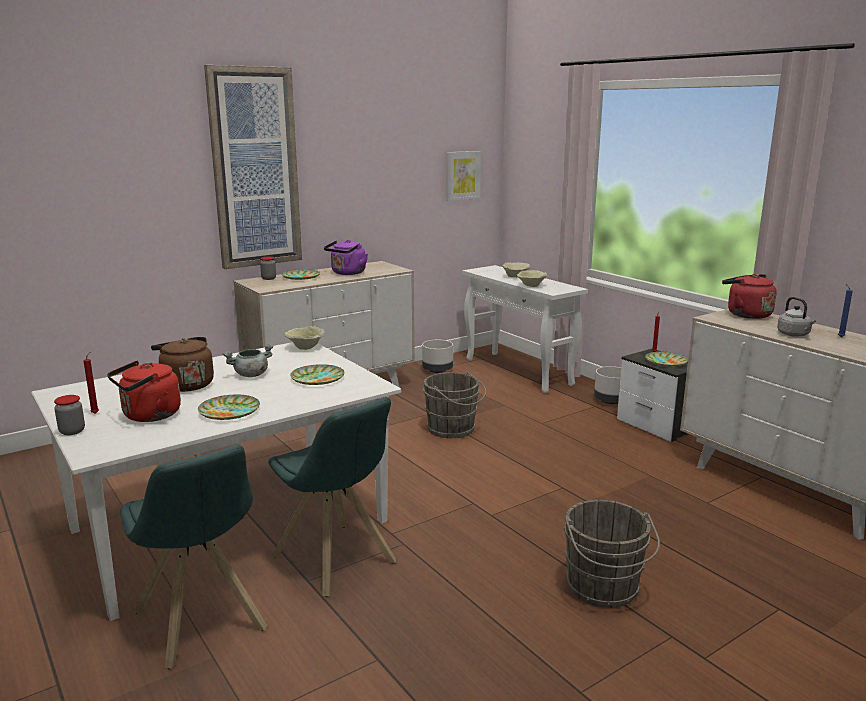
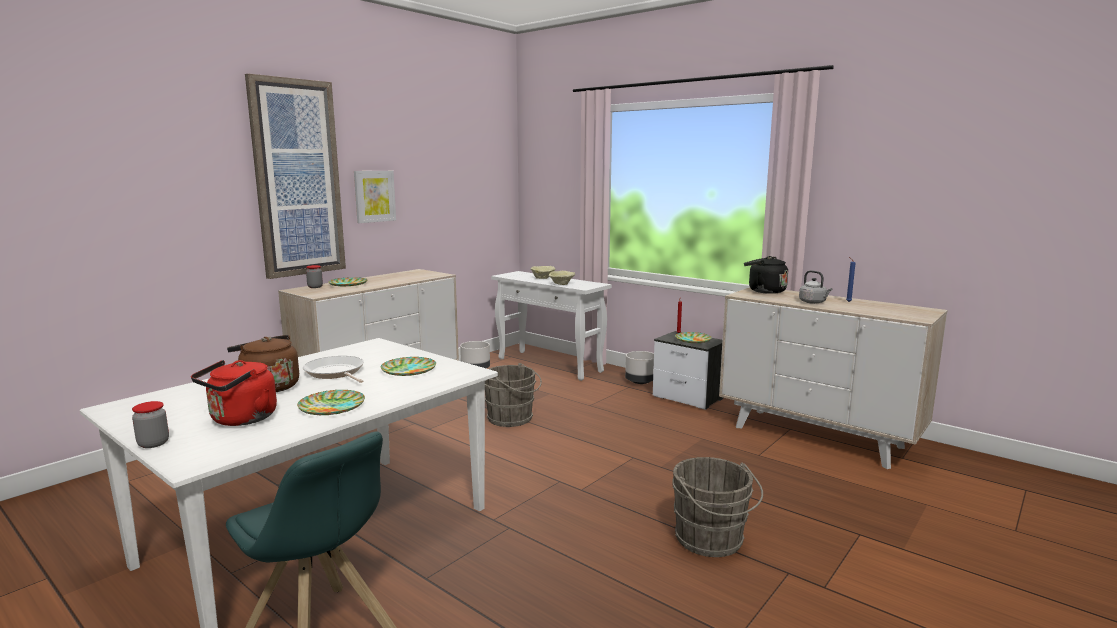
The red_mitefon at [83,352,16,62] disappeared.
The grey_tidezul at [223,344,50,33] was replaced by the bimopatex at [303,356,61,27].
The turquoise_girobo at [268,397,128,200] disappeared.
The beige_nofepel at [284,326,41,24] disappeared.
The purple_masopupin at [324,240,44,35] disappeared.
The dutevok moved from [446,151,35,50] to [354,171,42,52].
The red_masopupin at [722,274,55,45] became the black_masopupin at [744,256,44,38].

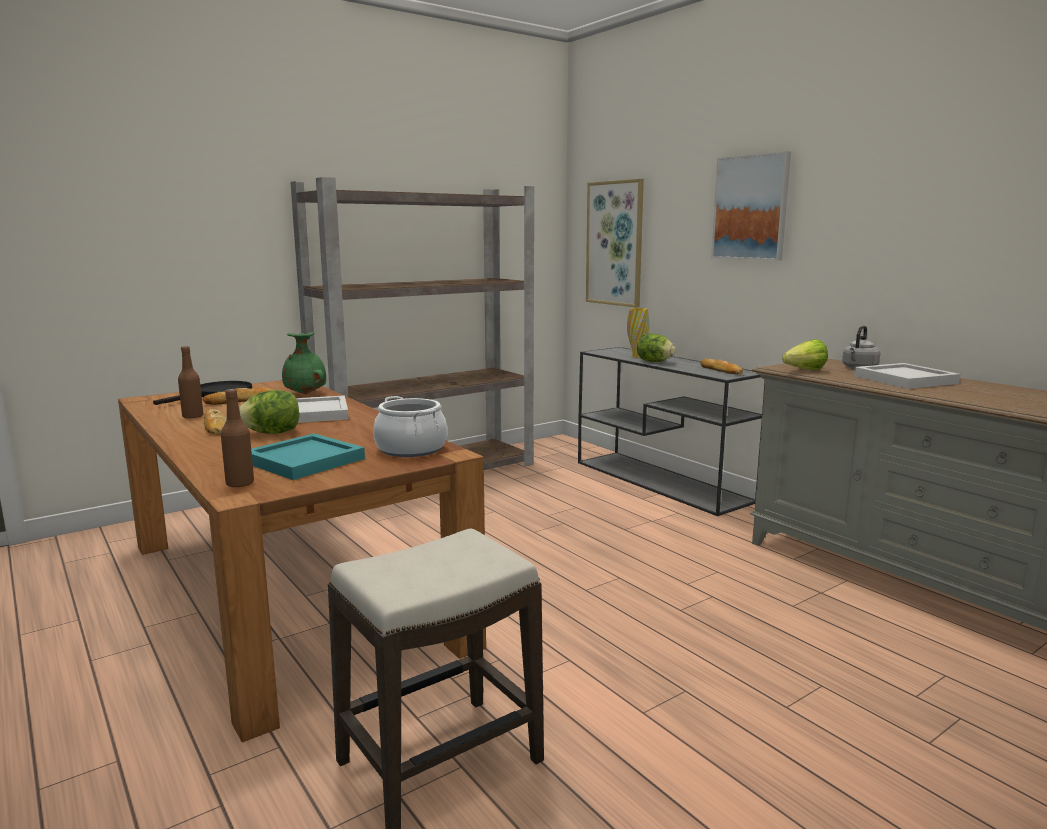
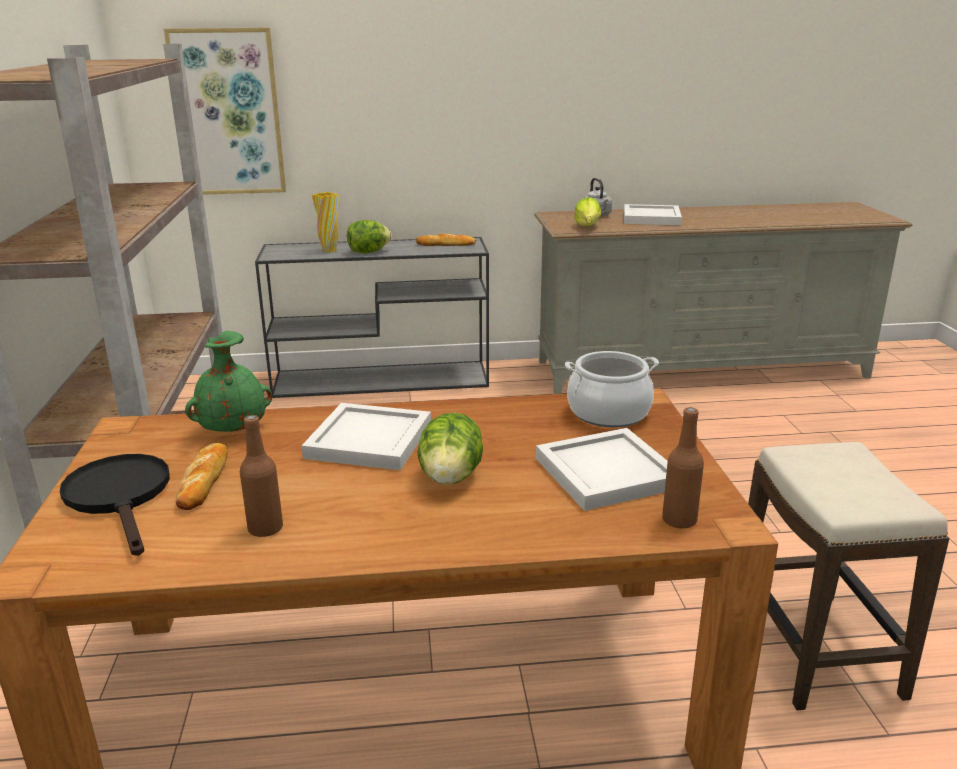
The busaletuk at [204,409,23,26] disappeared.
The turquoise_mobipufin at [251,433,114,47] became the white_mobipufin at [536,428,132,83].
The dutevok at [711,151,80,109] disappeared.

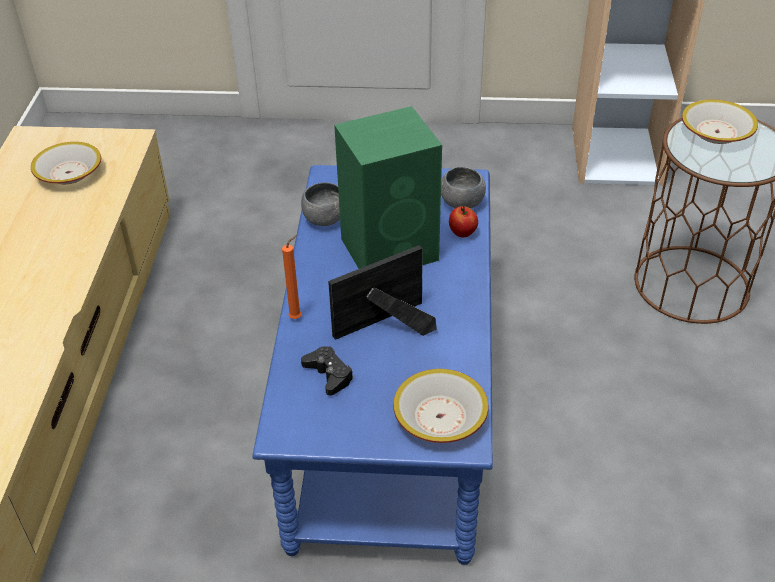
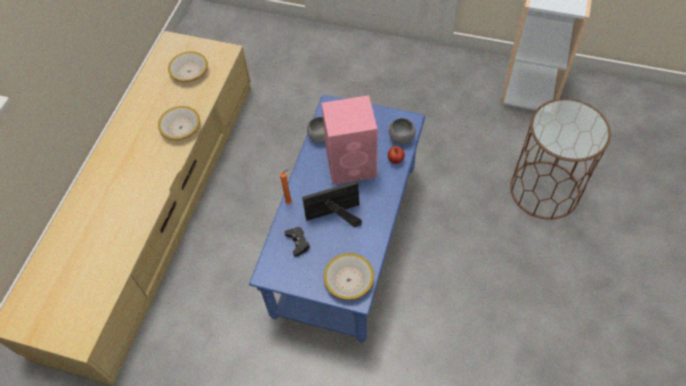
The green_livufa at [334,106,108,163] became the pink_livufa at [321,95,57,90].
The nofepel moved from [682,99,76,45] to [158,106,42,34].

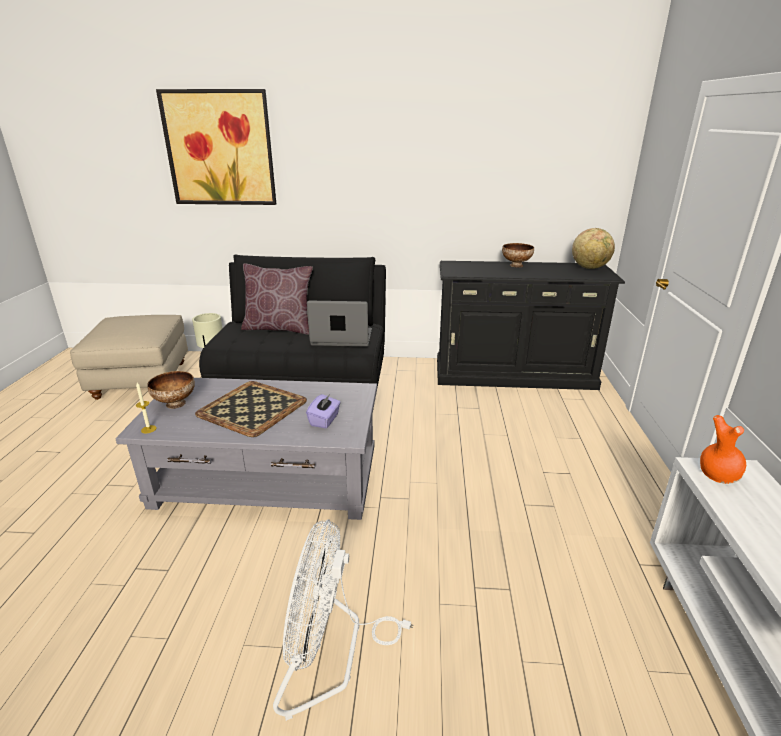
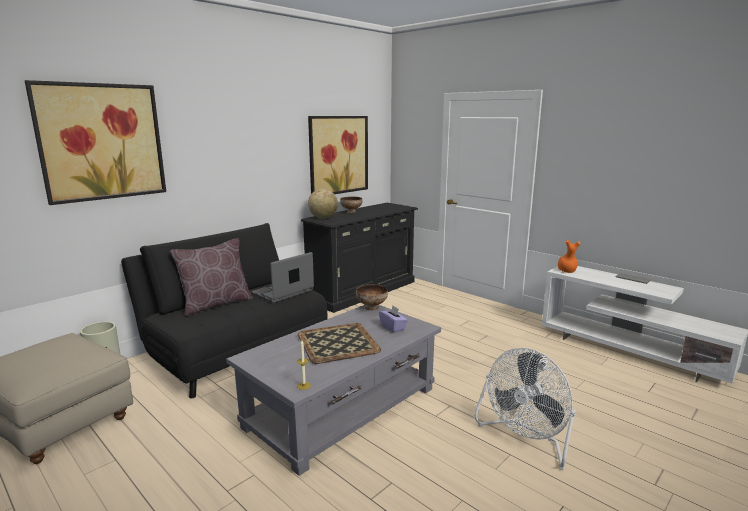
The nofepel moved from [147,371,48,38] to [356,284,32,27].
The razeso moved from [572,228,43,41] to [308,189,30,30].
The dutevok at [308,116,60,78] appeared.

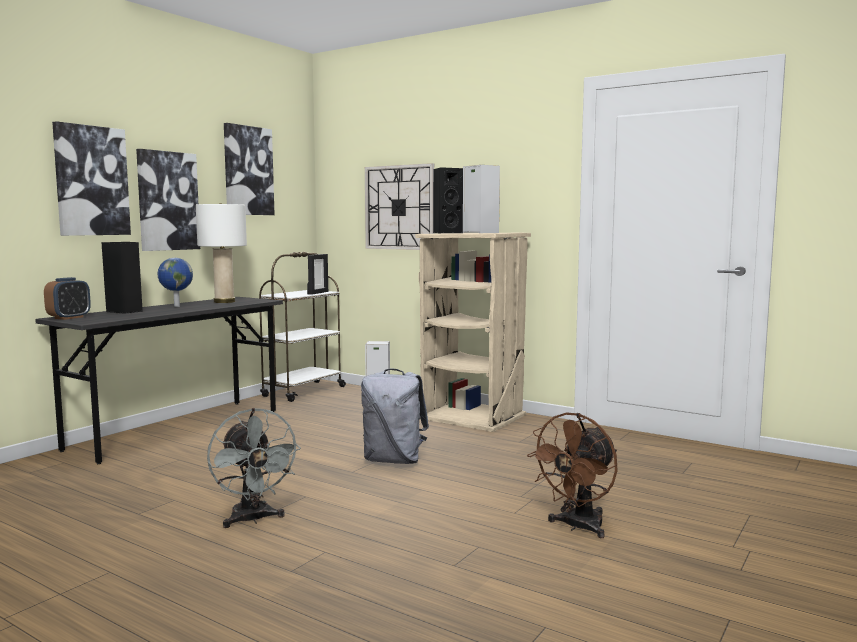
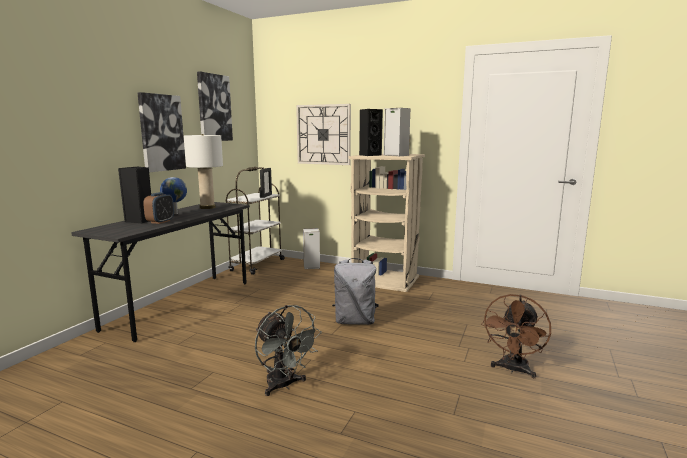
The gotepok moved from [44,277,47,43] to [143,192,31,32].
The dutevok at [52,121,79,115] disappeared.

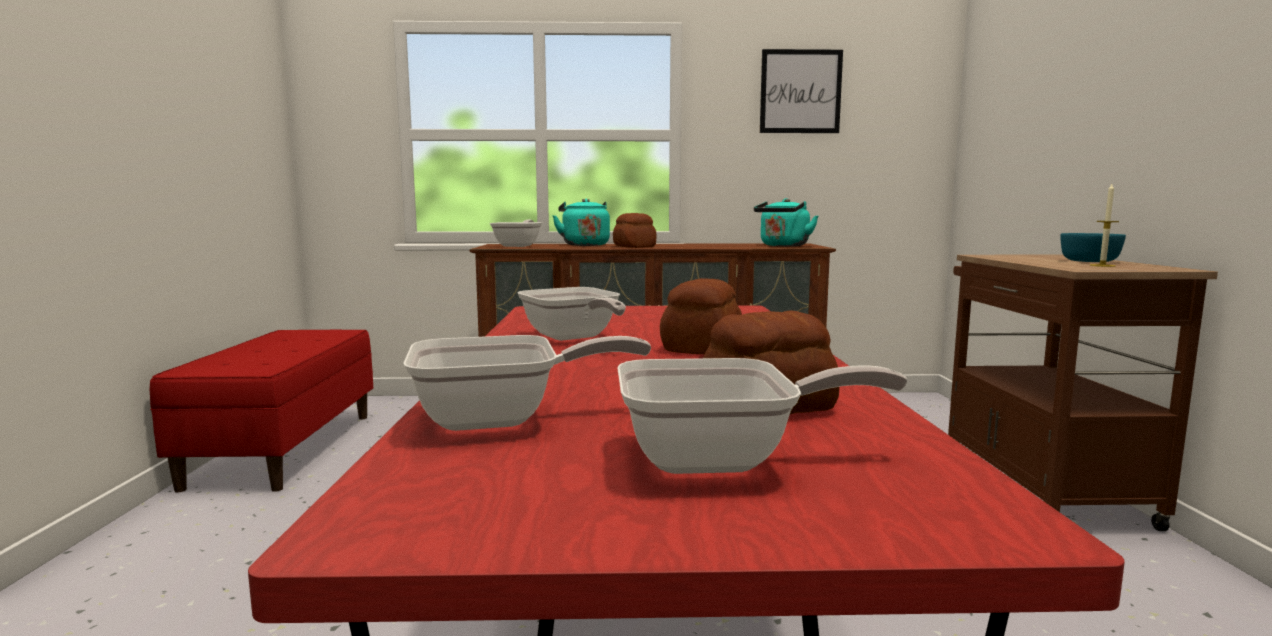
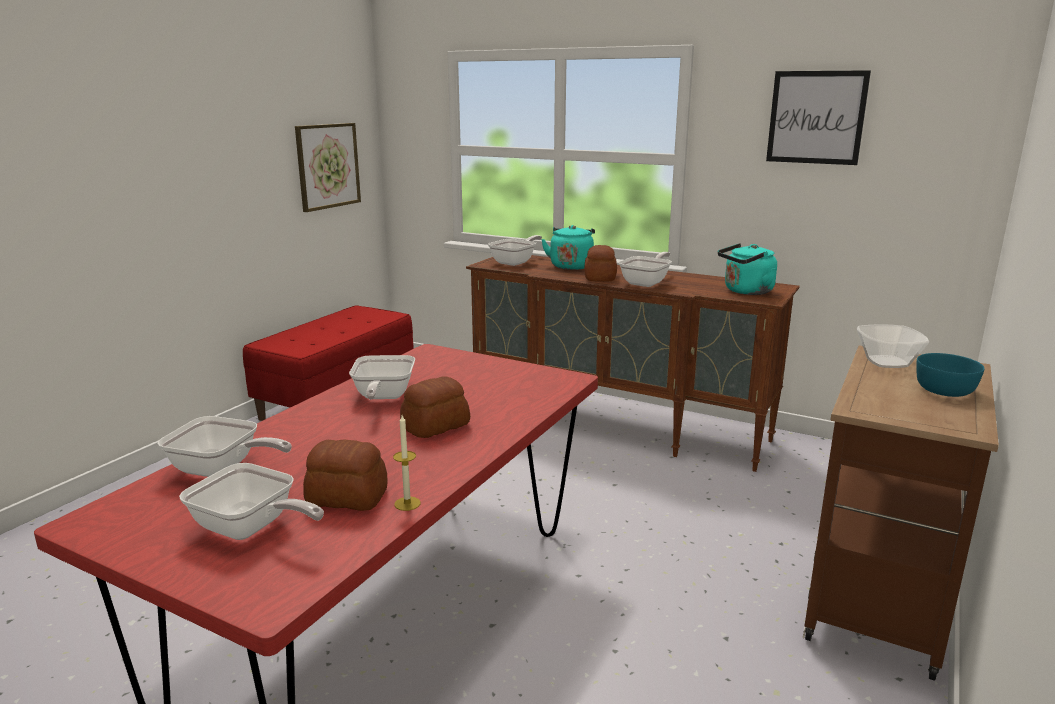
The mitefon moved from [1090,184,29,83] to [393,415,28,96].
The dutevok at [295,123,66,89] appeared.
The bimopatex at [619,252,53,35] appeared.
The nofepel at [857,324,72,44] appeared.

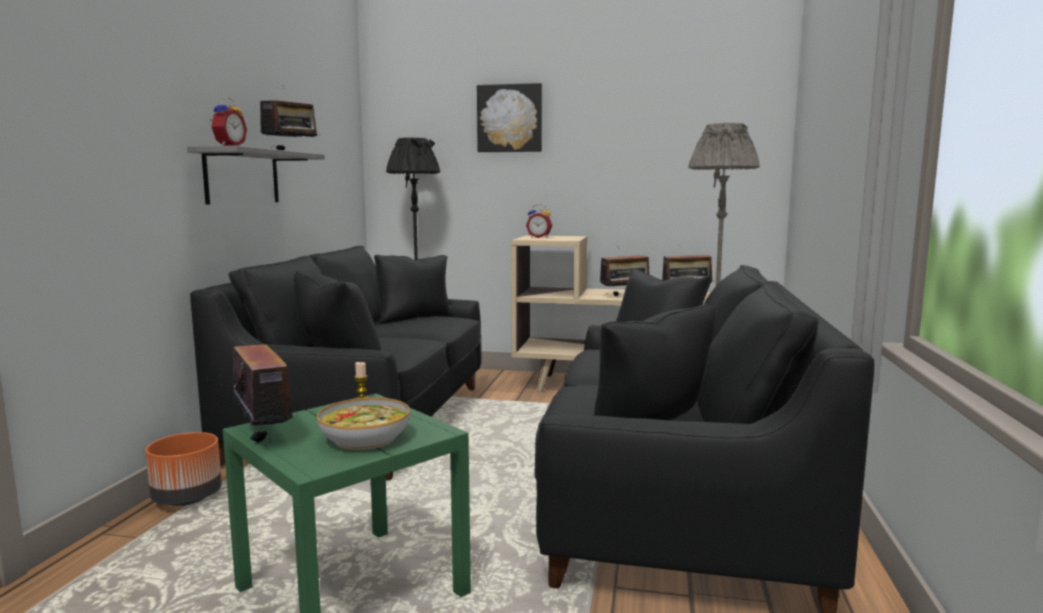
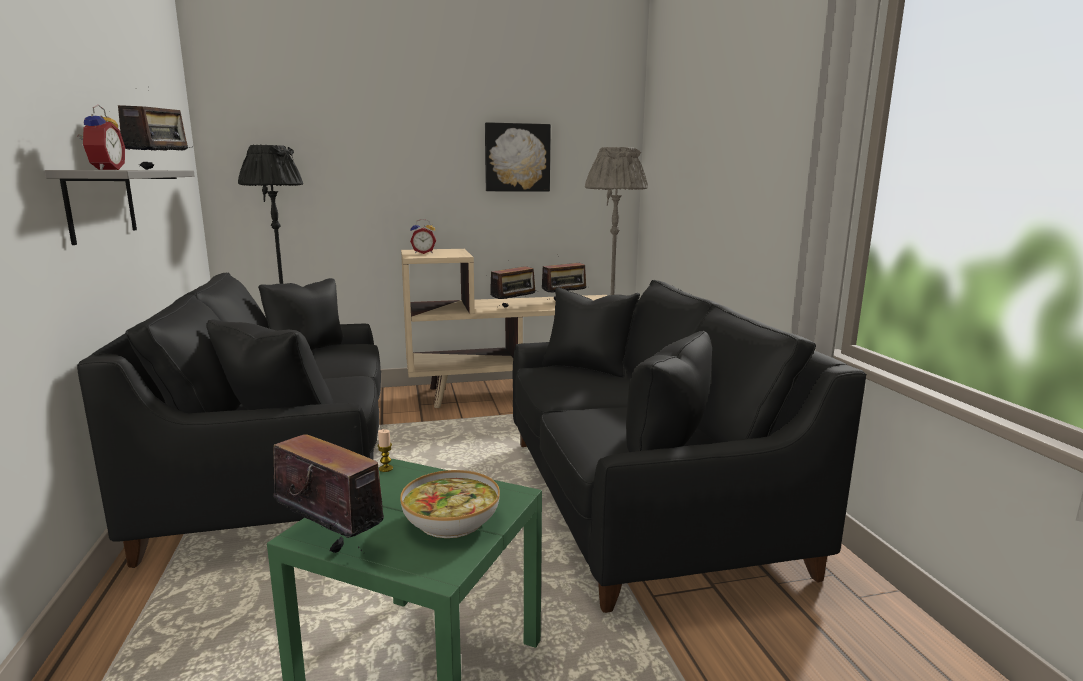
The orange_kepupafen at [145,432,77,74] disappeared.
The dutevok moved from [477,83,65,69] to [485,122,66,70].

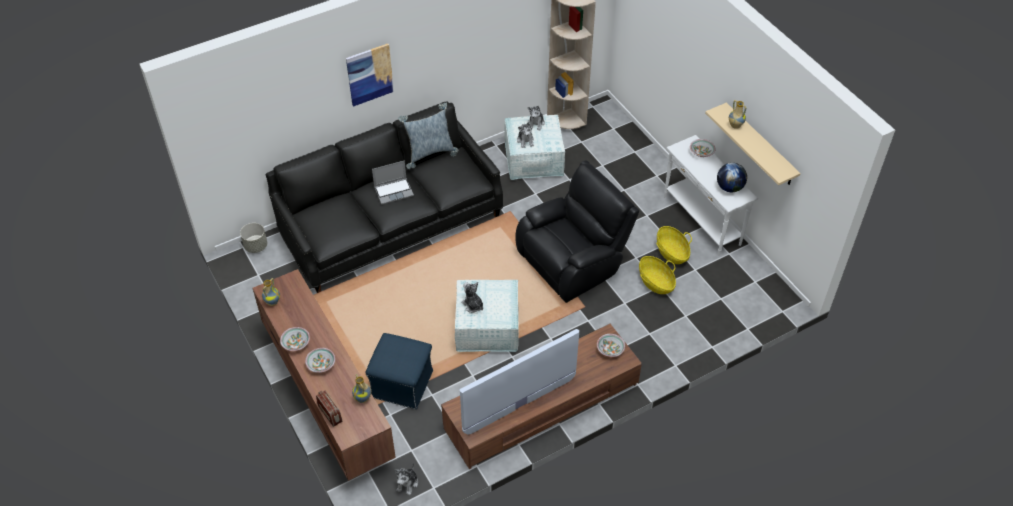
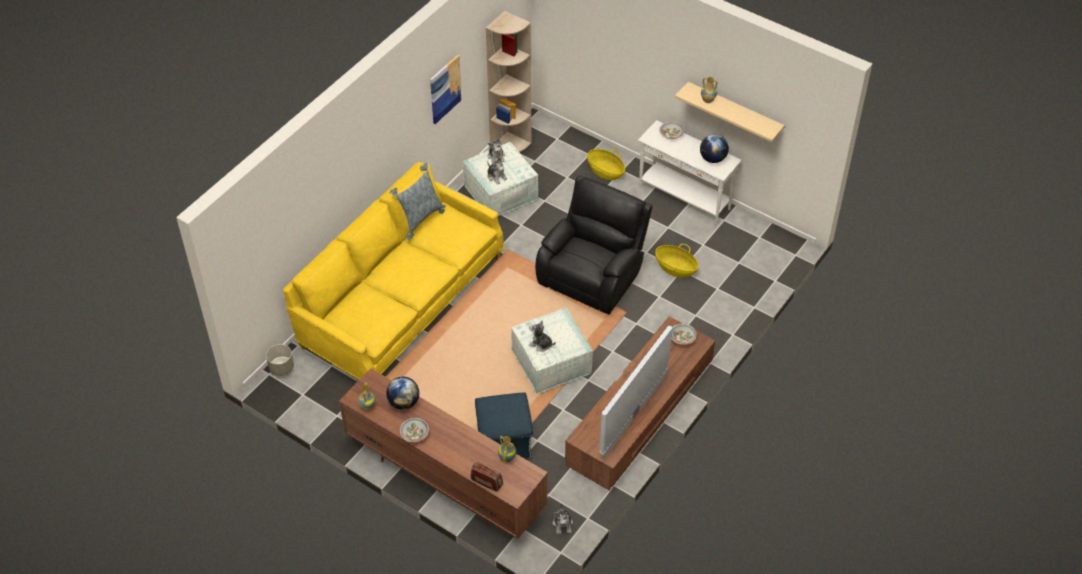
The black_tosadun at [266,101,237,192] became the yellow_tosadun at [283,162,221,218].
The nofepel at [305,348,30,25] disappeared.
The dutevok moved from [346,44,48,63] to [430,55,32,69].
The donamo at [372,160,42,45] disappeared.
The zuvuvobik moved from [656,226,36,38] to [587,149,38,31].
The razeso at [386,377,33,33] appeared.

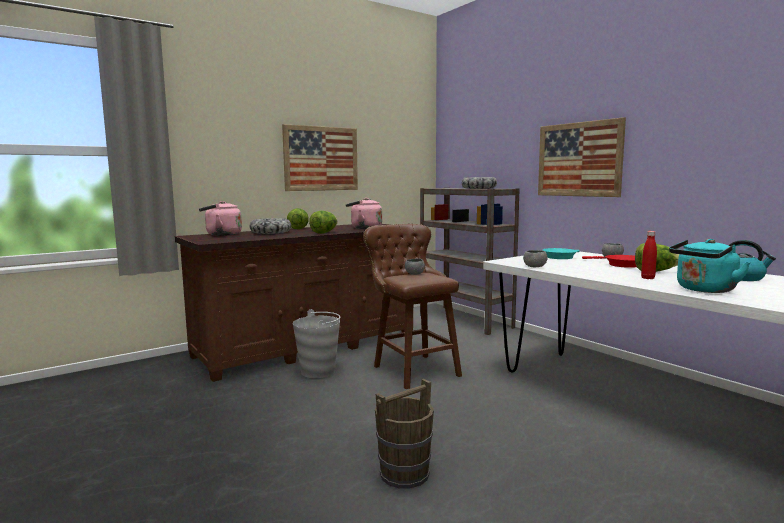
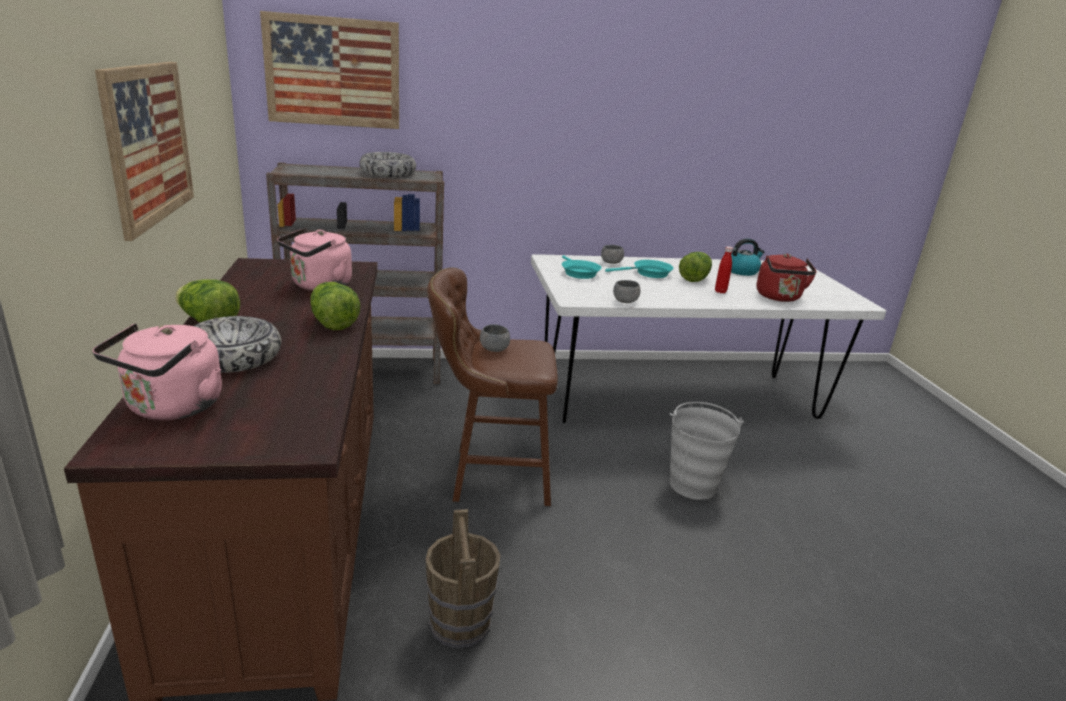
The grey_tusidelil moved from [293,309,47,69] to [669,402,75,98].
The brown_tusidelil moved from [375,379,59,109] to [425,509,76,139].
The dutevok moved from [538,117,88,80] to [260,11,139,118].
The red_bimopatex at [582,255,55,13] became the turquoise_bimopatex at [605,260,69,18].
The turquoise_masopupin at [669,239,82,54] became the red_masopupin at [756,254,61,48].

